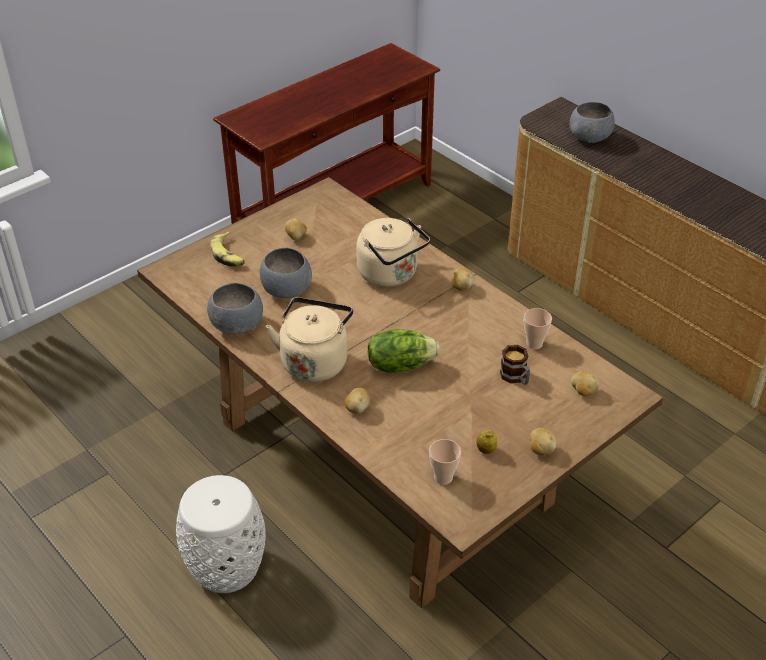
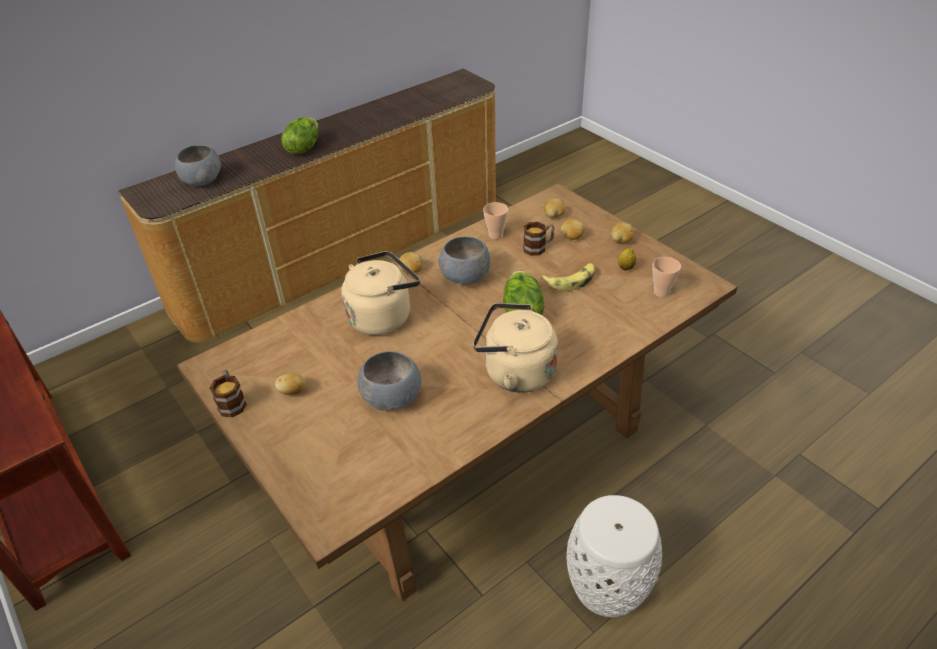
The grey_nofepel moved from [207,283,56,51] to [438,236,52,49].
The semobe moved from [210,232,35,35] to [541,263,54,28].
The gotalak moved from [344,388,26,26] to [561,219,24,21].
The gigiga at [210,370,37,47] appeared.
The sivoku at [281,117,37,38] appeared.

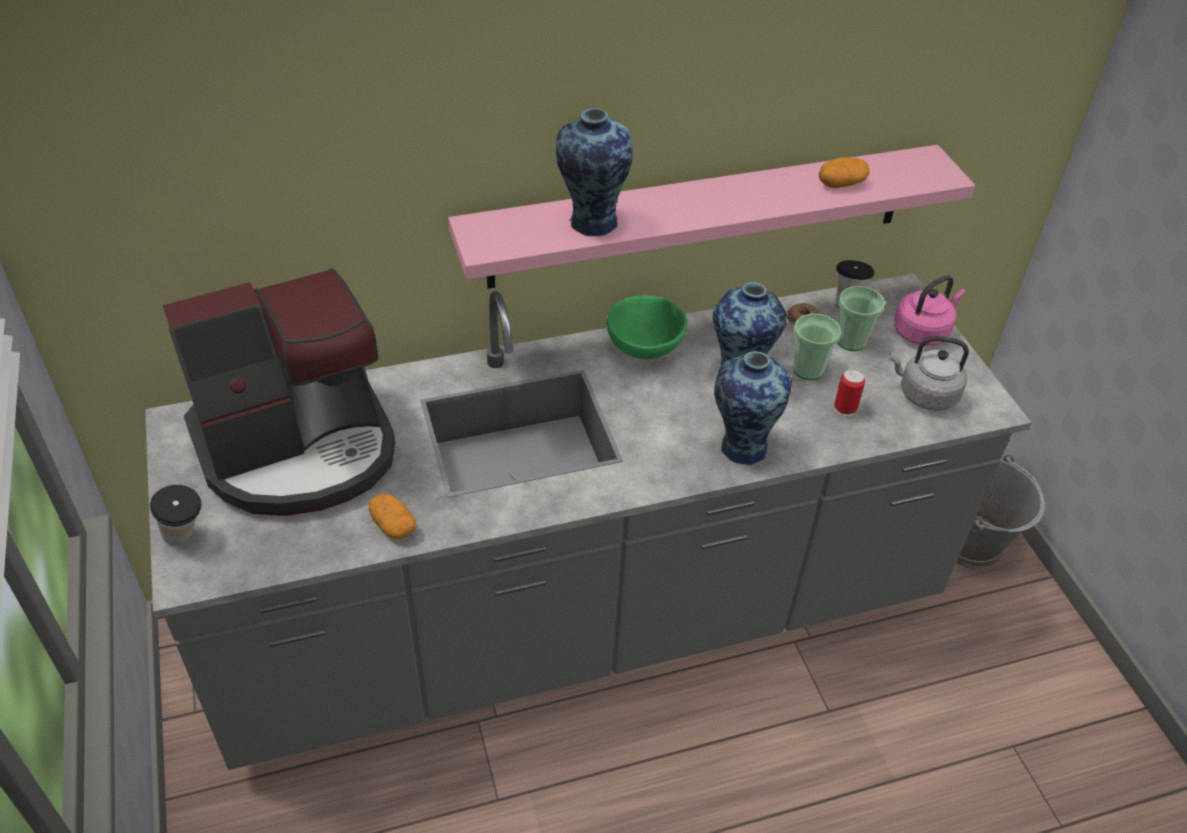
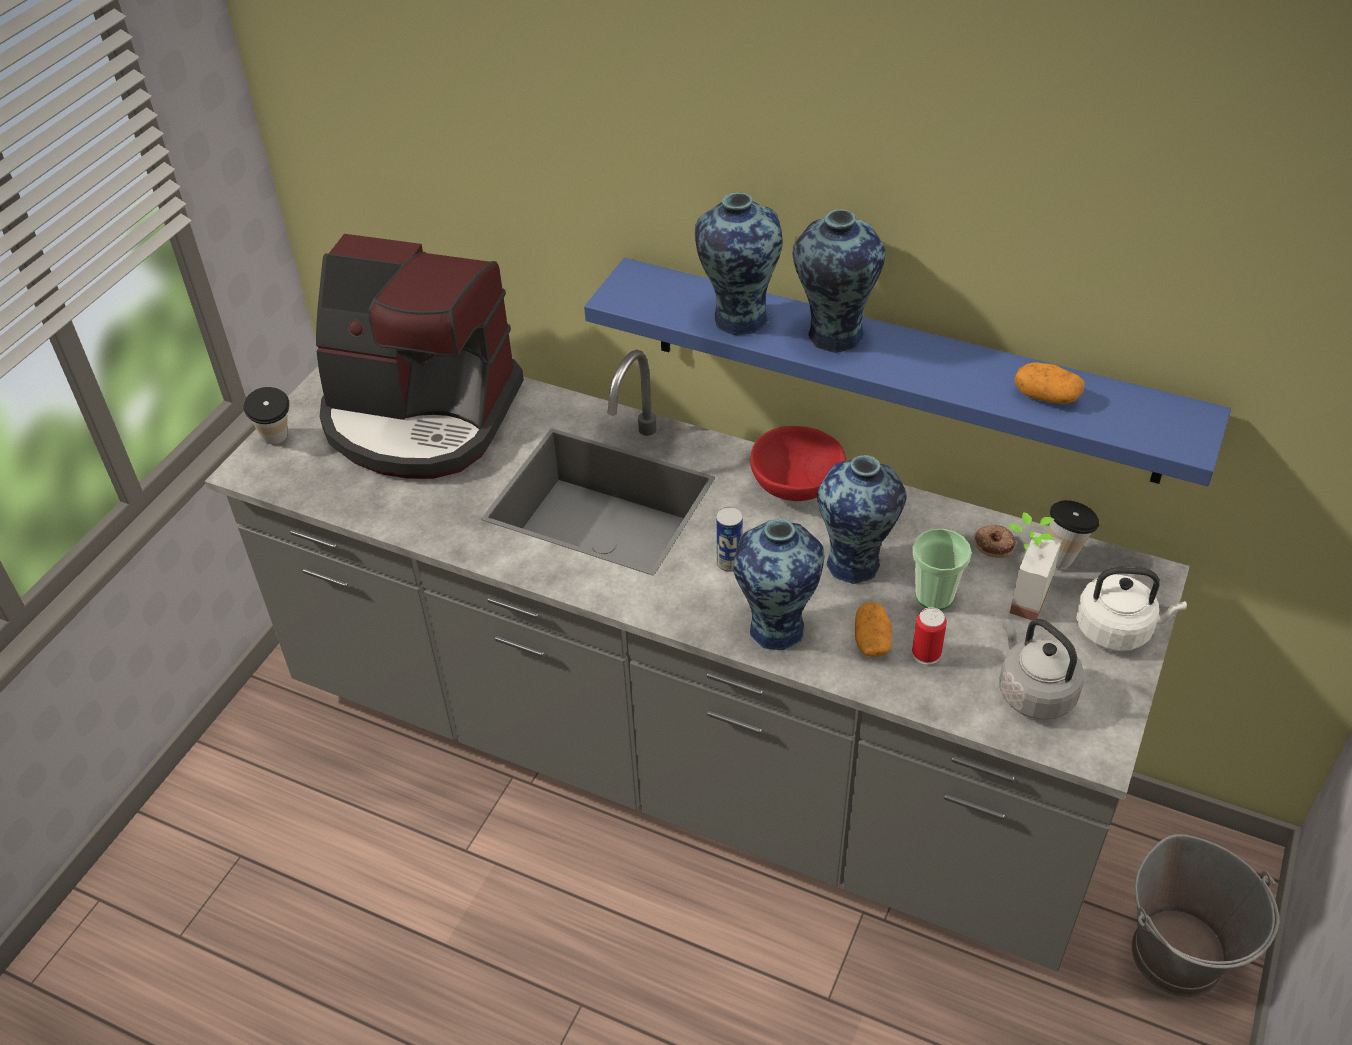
The gotalak moved from [369,493,47,46] to [855,602,37,55].
The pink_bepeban at [448,145,527,144] became the blue_bepeban at [584,258,647,228].
The green_nofepel at [606,295,81,64] became the red_nofepel at [750,426,96,75].
The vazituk at [837,286,48,65] was replaced by the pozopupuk at [1007,512,55,108].
The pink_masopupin at [894,275,72,71] became the white_masopupin at [1076,567,111,84].
The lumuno at [716,507,27,65] appeared.
The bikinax at [793,209,93,144] appeared.

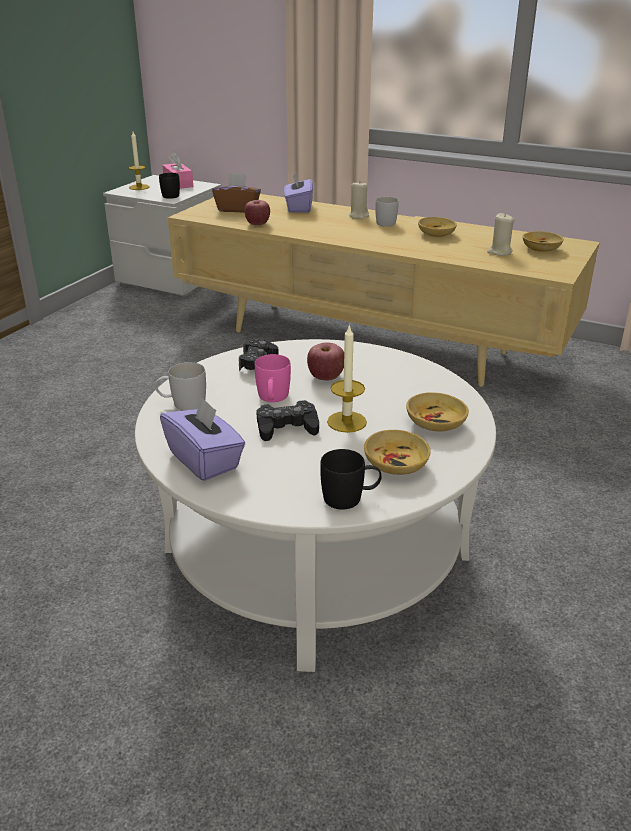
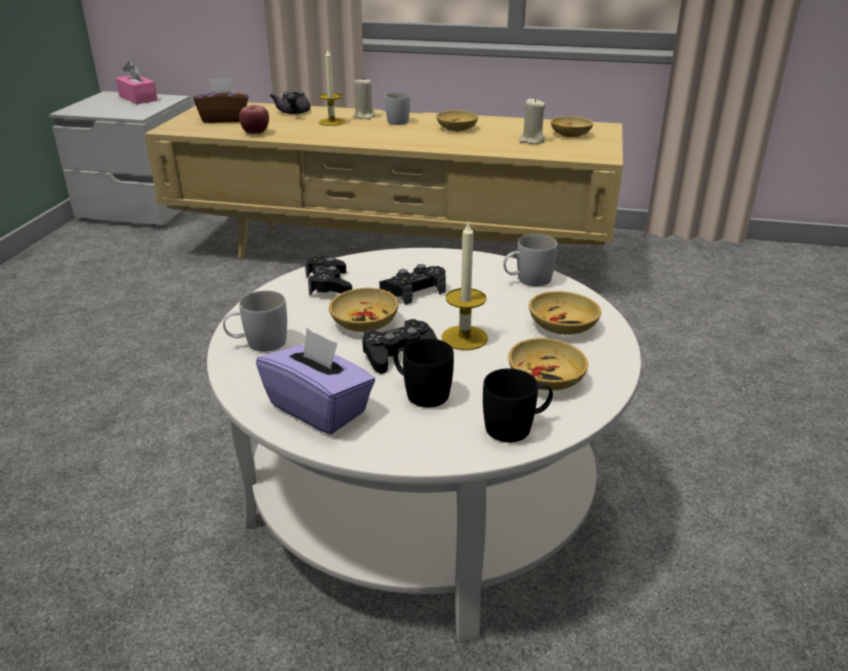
The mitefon moved from [128,132,22,58] to [319,48,26,78].
The black_gigiga moved from [159,173,21,26] to [393,339,61,69].
The pink_gigiga at [255,354,36,48] was replaced by the beige_nofepel at [329,288,69,44].
The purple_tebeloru at [284,171,29,42] was replaced by the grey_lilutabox at [270,90,41,24].
The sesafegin at [307,342,37,38] was replaced by the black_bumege at [379,264,67,41].
The white_gigiga at [503,234,55,52] appeared.

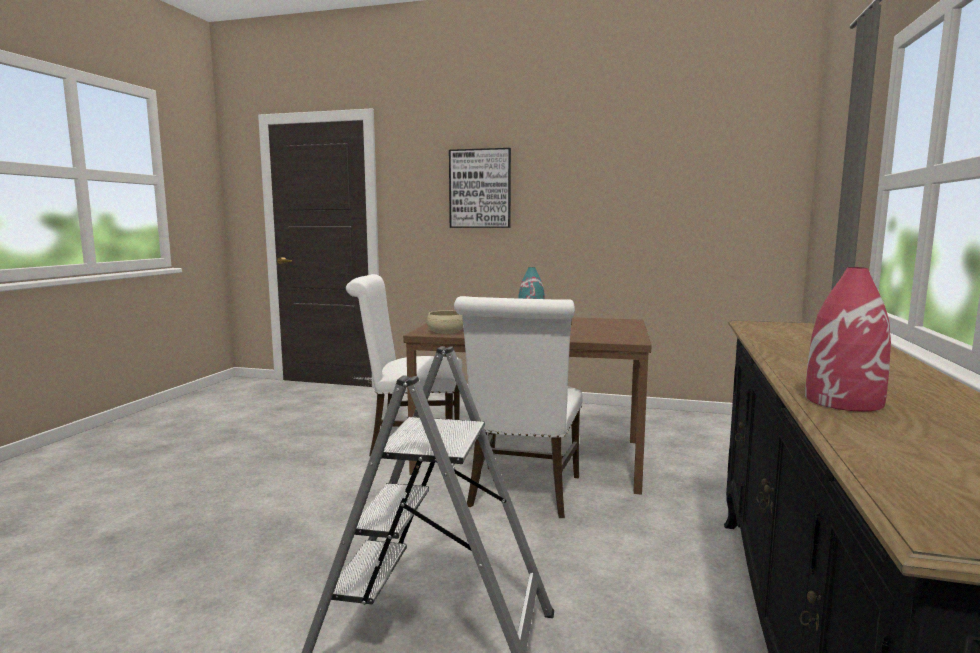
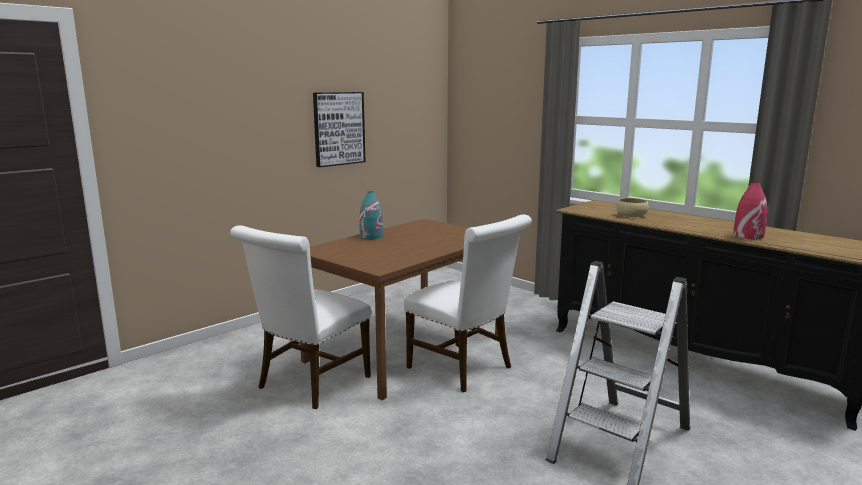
The beige_nofepel moved from [427,311,36,23] to [616,198,33,19].
The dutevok moved from [449,148,62,80] to [313,92,53,75].

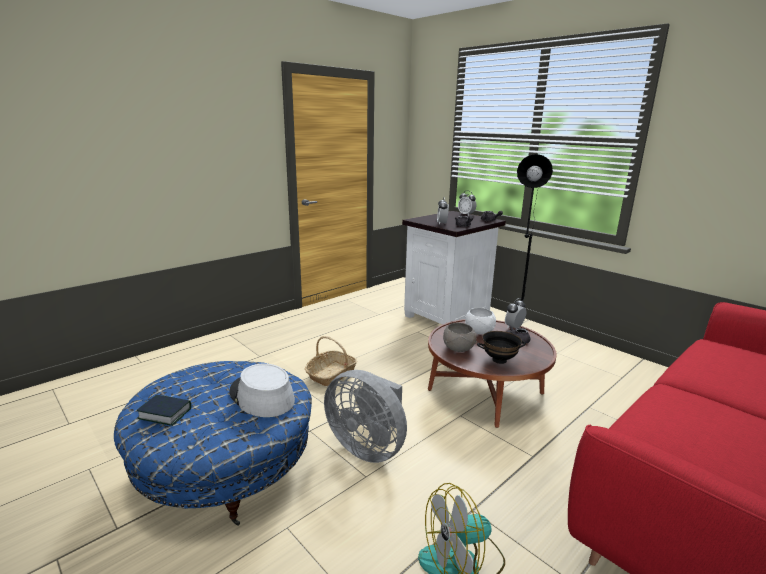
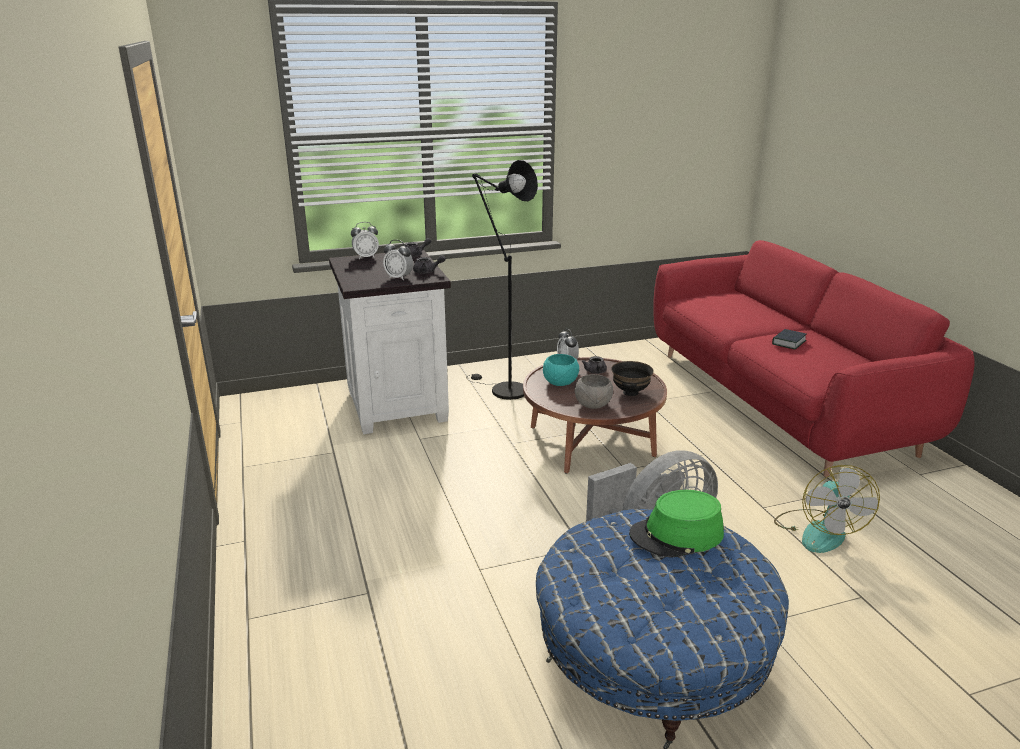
The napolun moved from [136,395,55,31] to [772,329,34,20].
The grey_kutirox at [229,363,66,54] became the green_kutirox at [629,490,95,68].
The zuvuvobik at [305,336,52,50] disappeared.
The white_nofepel at [465,307,31,27] became the turquoise_nofepel at [543,354,36,32].

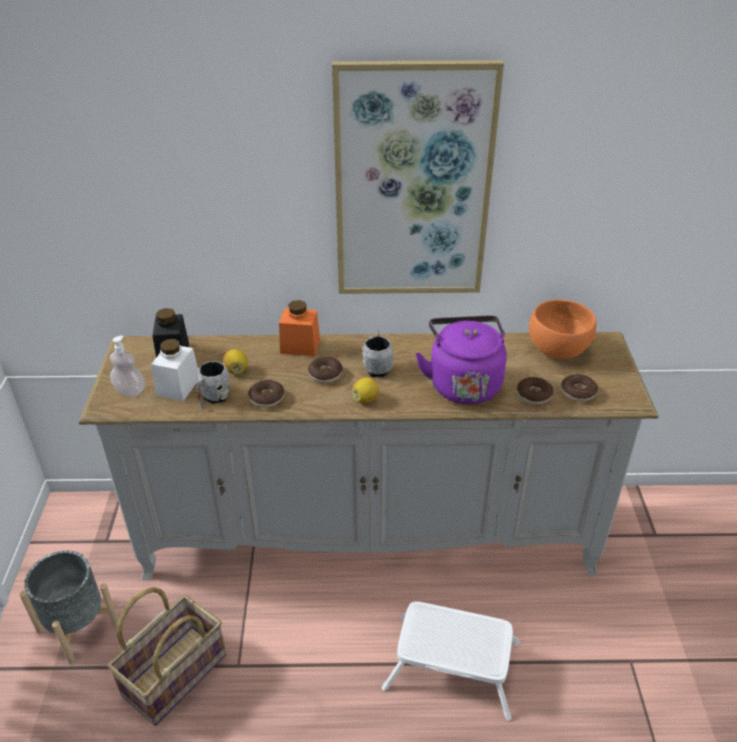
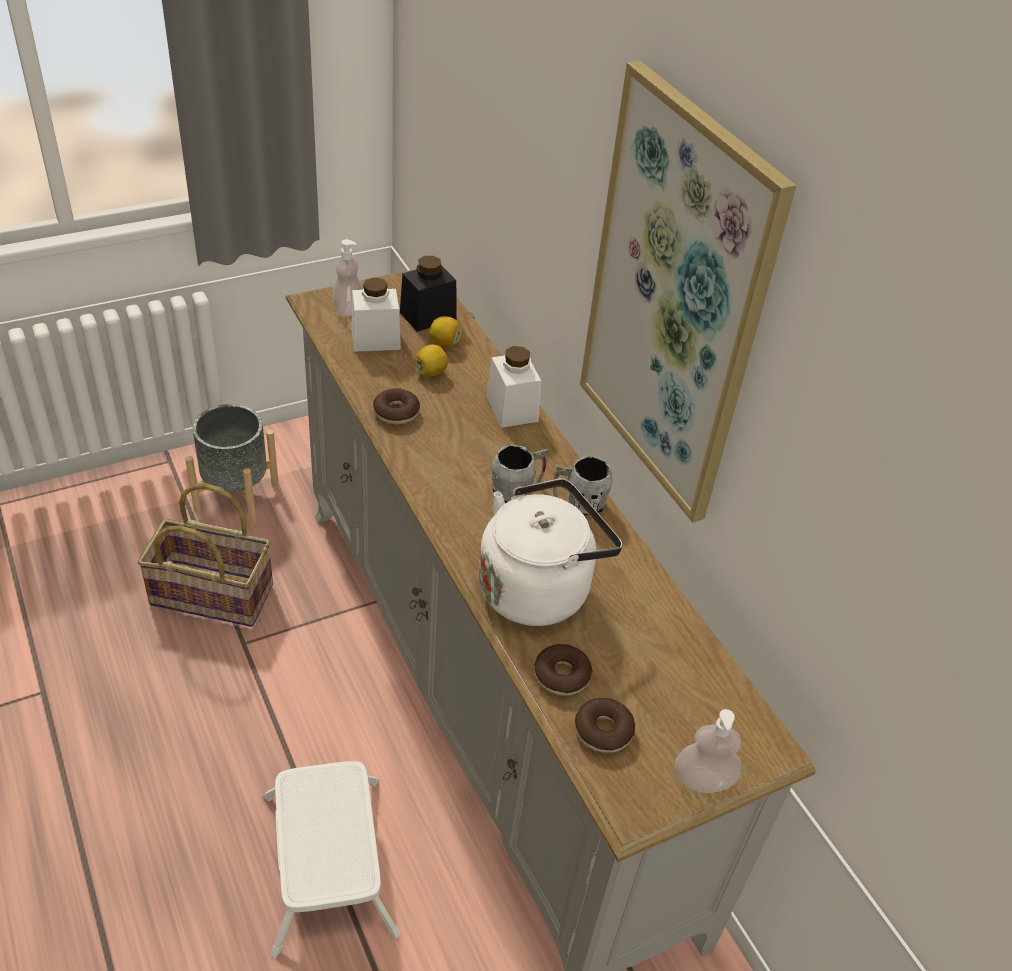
The grey_gigiga moved from [195,361,35,48] to [553,455,60,61].
The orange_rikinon at [279,300,41,56] became the white_rikinon at [486,346,55,82].
The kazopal at [308,357,34,26] disappeared.
The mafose moved from [352,377,27,26] to [429,316,33,31].
The purple_masopupin at [415,316,92,88] became the white_masopupin at [479,478,143,148].
The orange_nofepel at [529,299,68,60] disappeared.
The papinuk at [675,709,66,84] appeared.

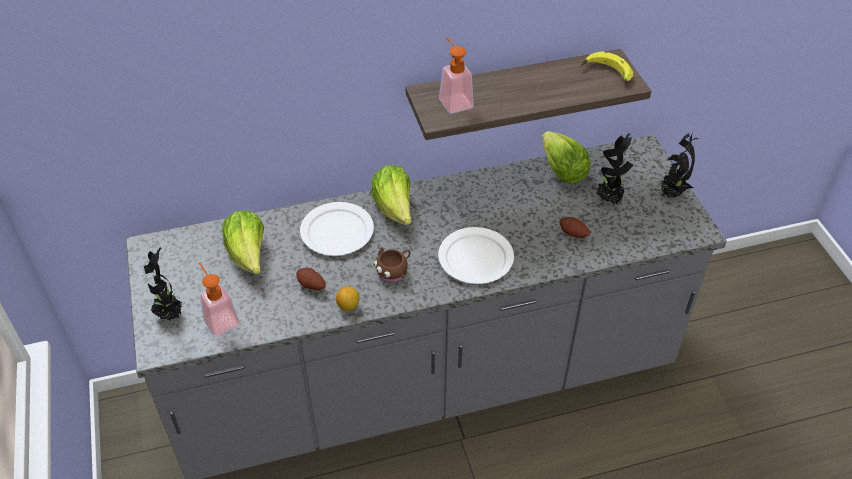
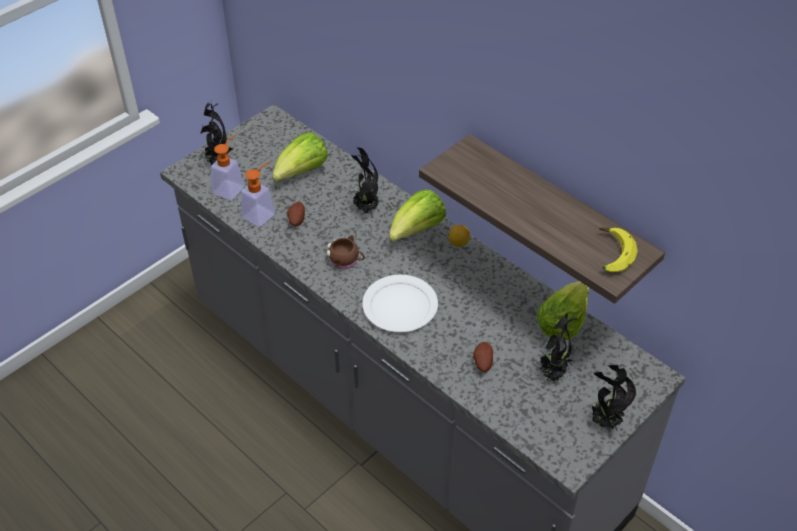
The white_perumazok at [300,202,74,54] was replaced by the pozopupuk at [351,147,28,66].
The mafose moved from [336,286,23,25] to [449,225,21,22].
The papinuk moved from [439,37,35,77] to [241,161,34,66].

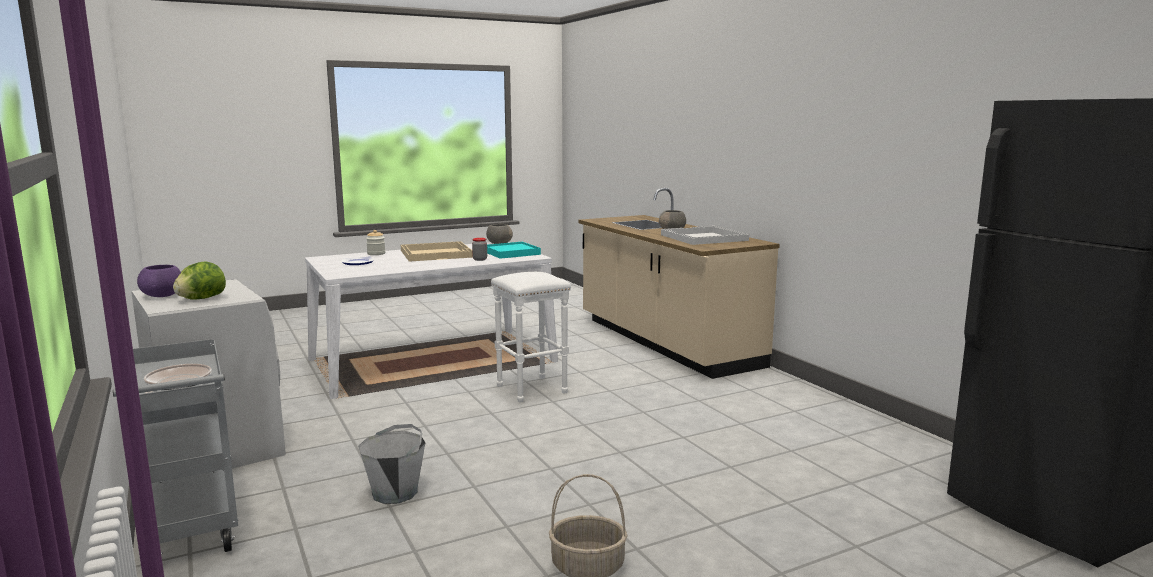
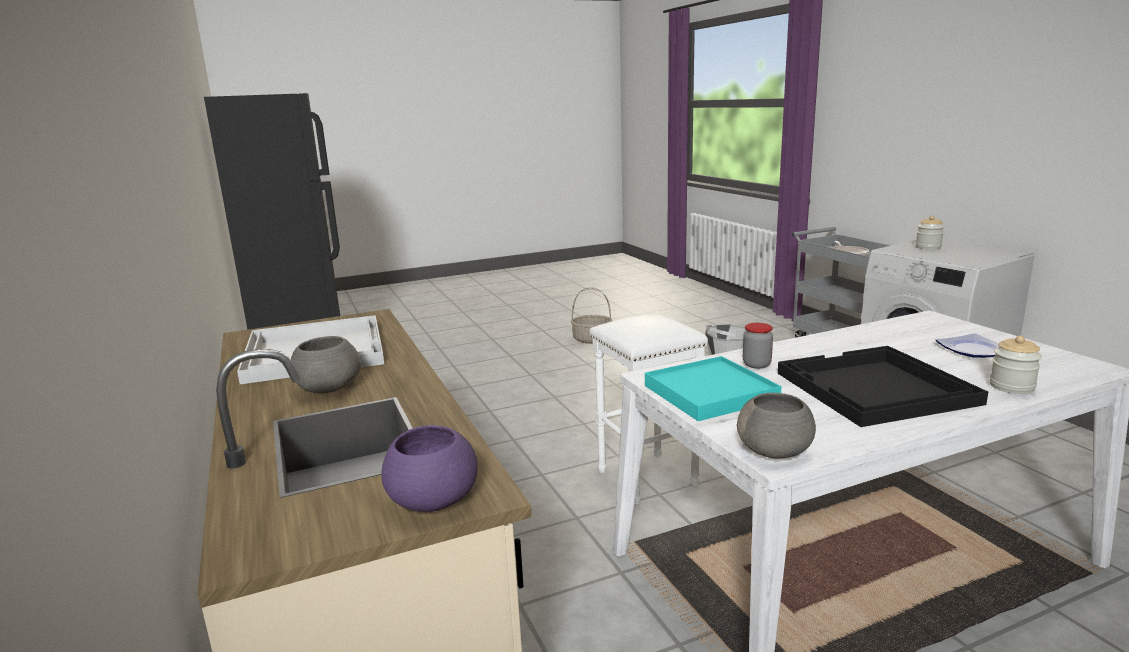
The purple_nofepel moved from [137,265,44,32] to [381,425,97,87].
The sivoku at [173,261,53,39] was replaced by the rikinon at [916,215,28,35].
The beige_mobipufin at [401,241,72,21] became the black_mobipufin at [778,346,210,81].

